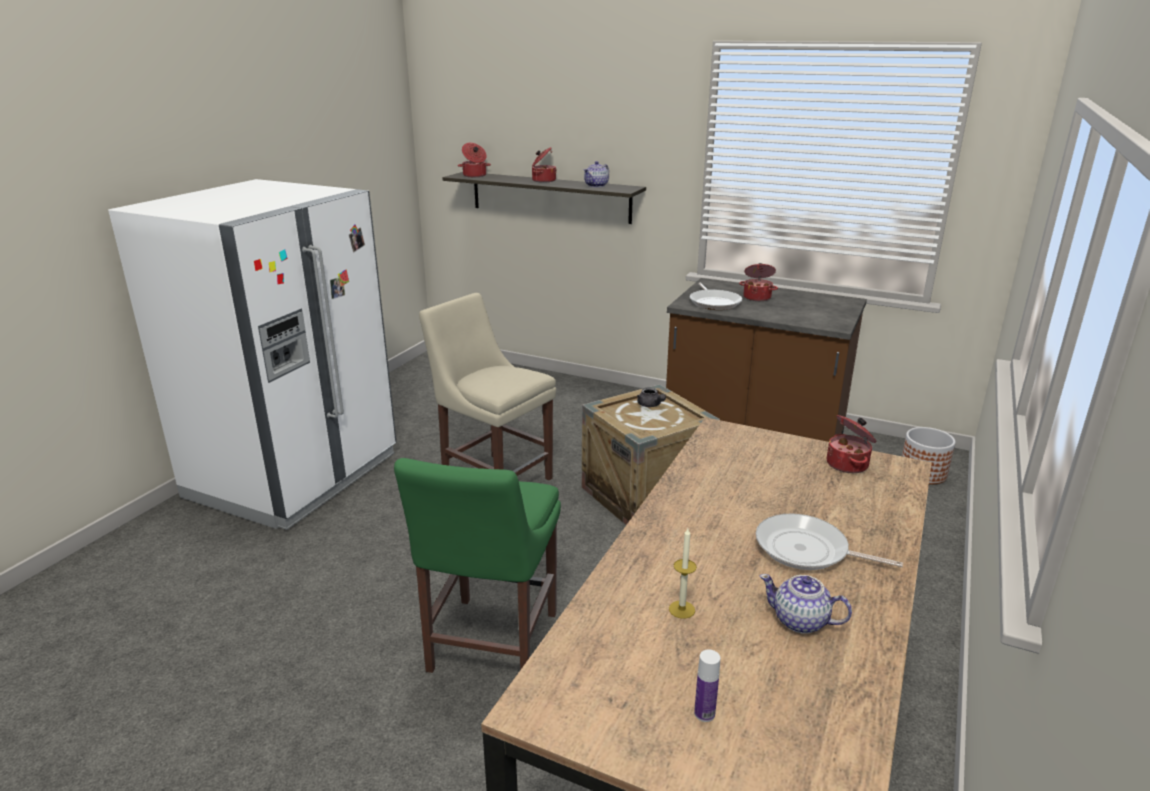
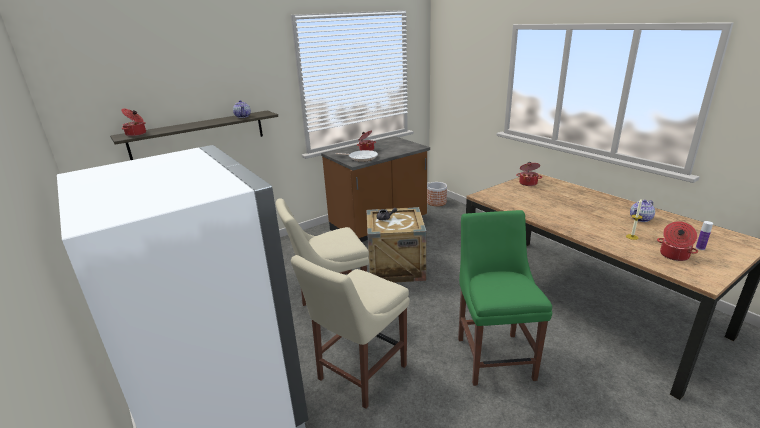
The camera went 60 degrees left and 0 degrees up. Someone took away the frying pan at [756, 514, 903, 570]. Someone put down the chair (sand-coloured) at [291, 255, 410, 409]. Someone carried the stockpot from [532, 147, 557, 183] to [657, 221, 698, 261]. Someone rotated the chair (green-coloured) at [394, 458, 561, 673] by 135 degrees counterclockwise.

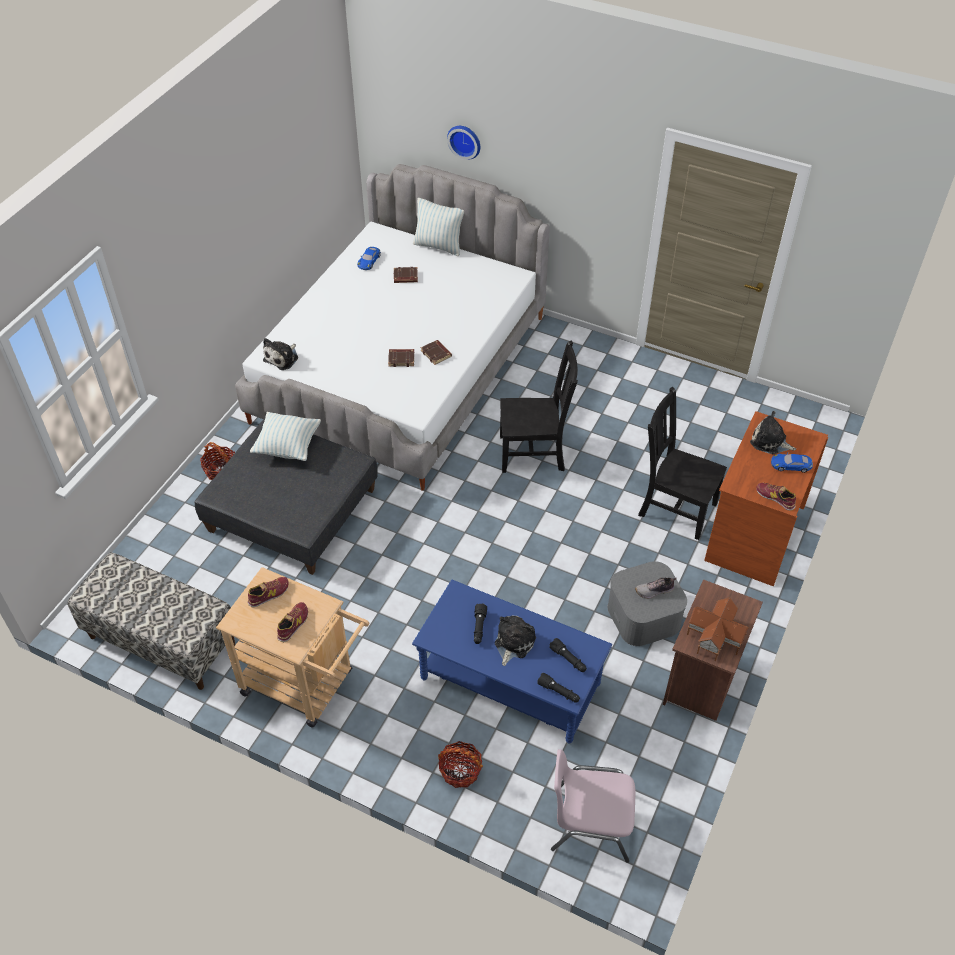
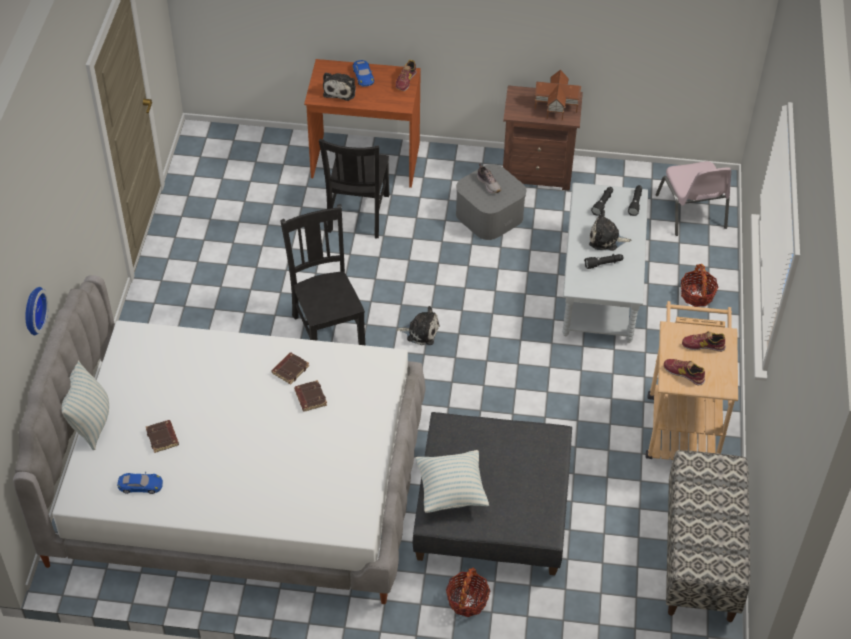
The camera went 110 degrees left and 0 degrees up. Someone carried the plush toy from [263, 338, 298, 370] to [396, 306, 440, 345]. Someone repainted the lounge table (blue) at [412, 580, 612, 744], which became the lounge table (greyish) at [562, 183, 648, 343].

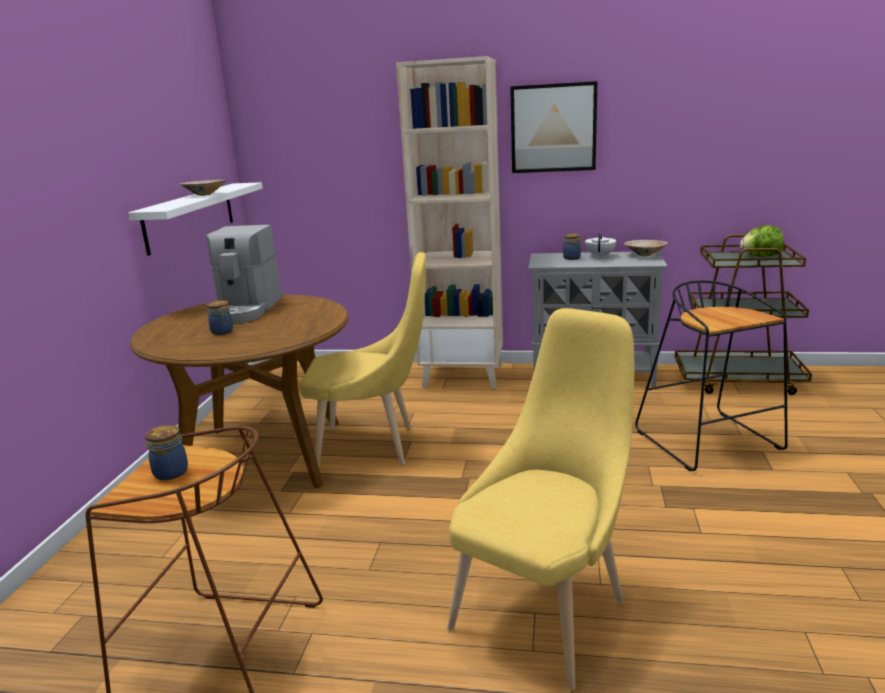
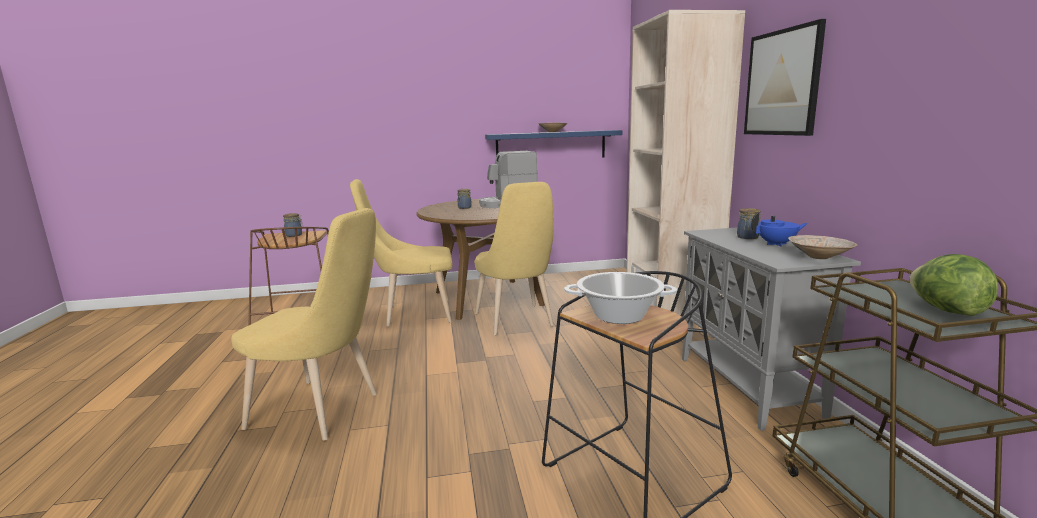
The camera went 70 degrees right and 5 degrees down. Someone put down the chair (yellowish) at [350, 179, 452, 327]. Someone put down the stockpot at [564, 272, 677, 324]. Someone repainted the wall shelf (whitish) at [128, 182, 263, 255], which became the wall shelf (blue) at [485, 130, 622, 157]. Someone repainted the tea pot (whitish) at [585, 233, 616, 258], which became the tea pot (blue) at [751, 211, 808, 247].

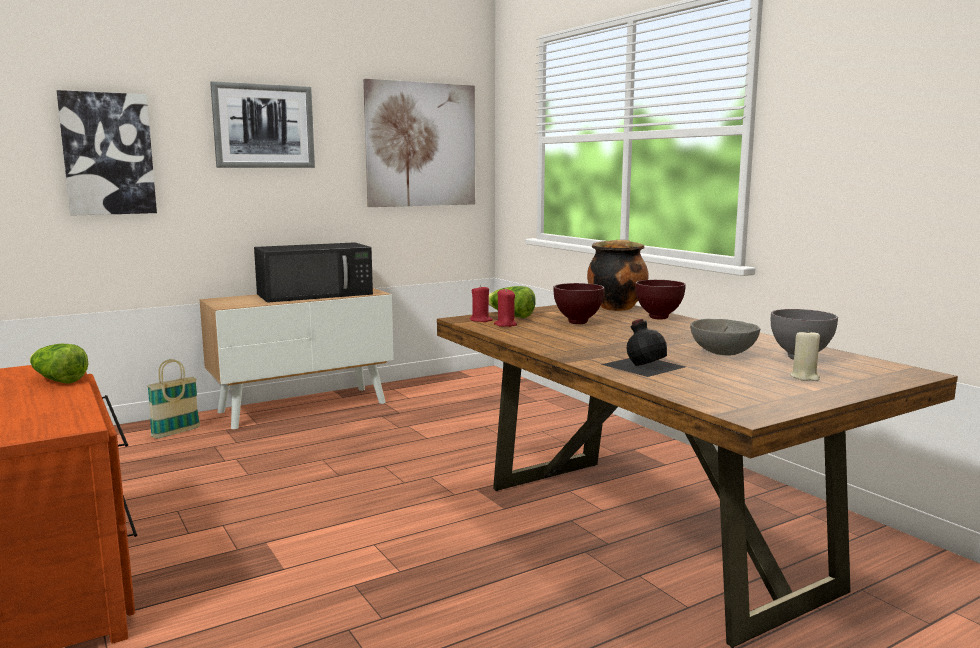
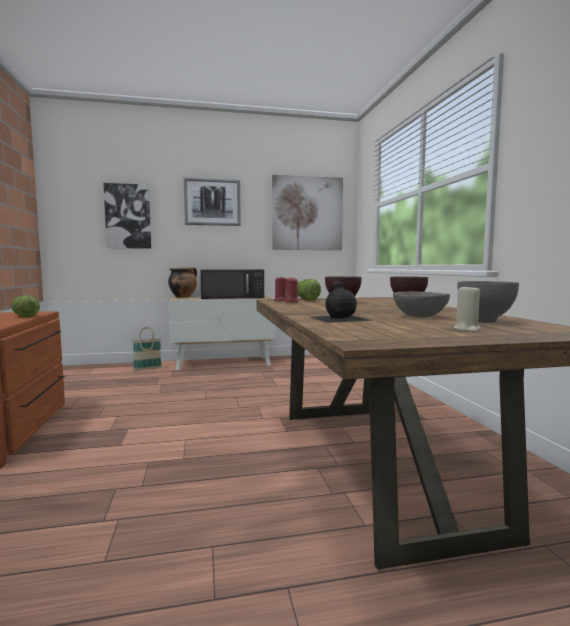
The camera went 20 degrees right and 5 degrees down. Someone carried the stockpot from [587, 240, 648, 311] to [168, 267, 197, 298].

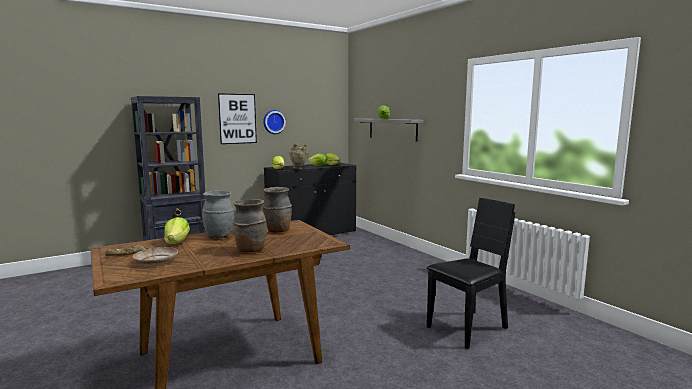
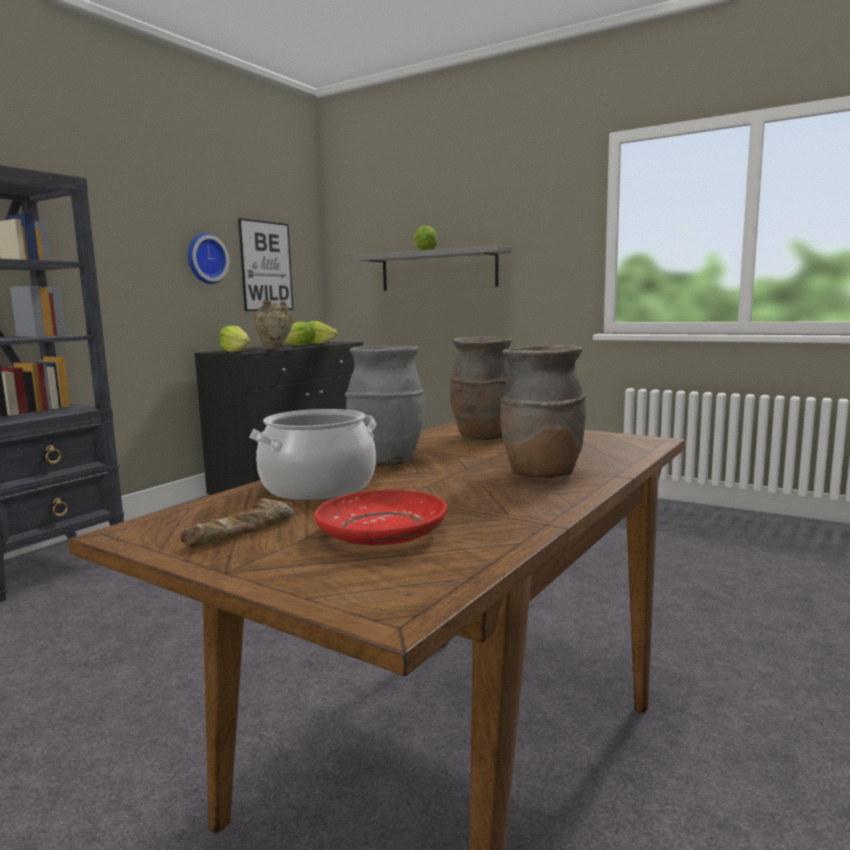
The camera went 25 degrees left and 0 degrees up. Someone took away the chair (black-coloured) at [427, 198, 516, 349]. Someone carried the wall art from [218, 93, 257, 144] to [238, 218, 293, 311]. Someone swapped the lettuce head at [164, 217, 190, 244] for the stockpot at [249, 409, 376, 500]. Someone repainted the plate (sand-coloured) at [132, 247, 178, 265], which became the plate (red-coloured) at [315, 490, 447, 545].

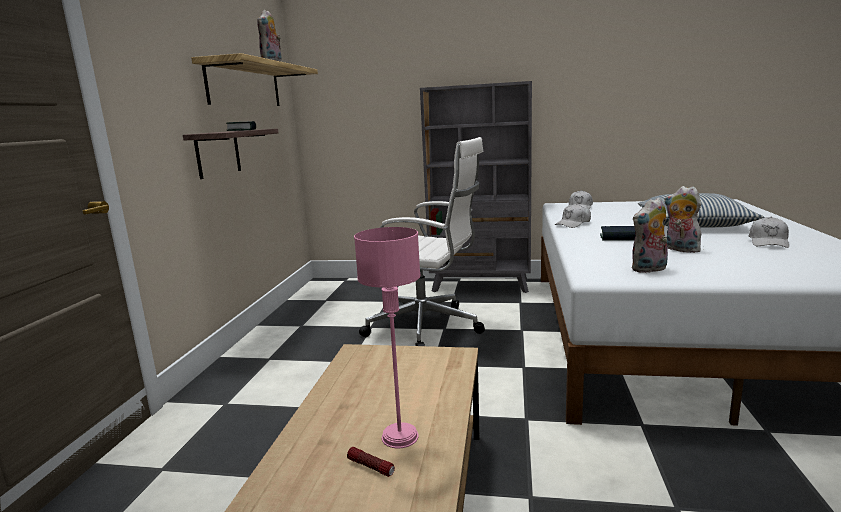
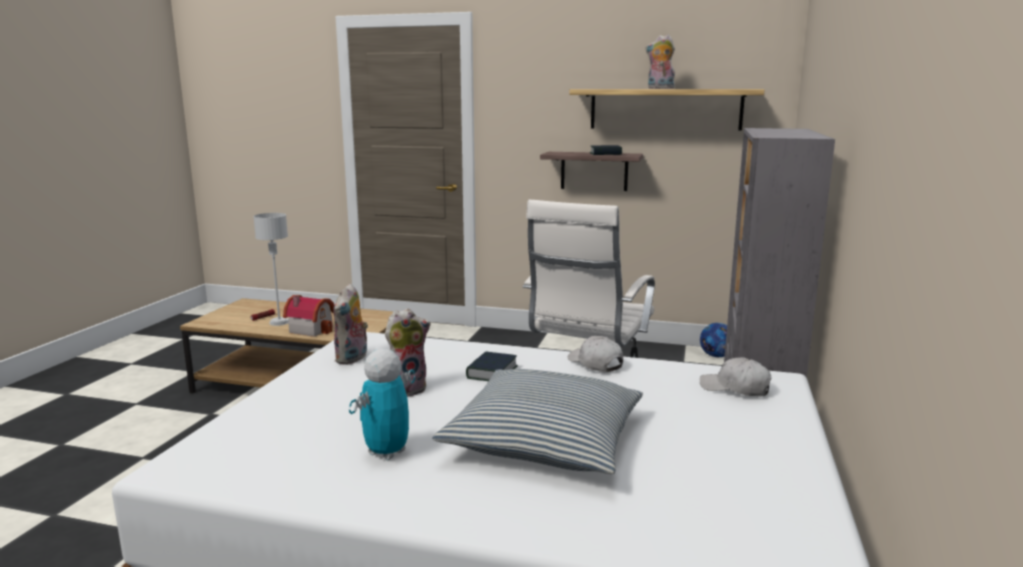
The camera went 95 degrees right and 0 degrees up. Someone put down the toy house at [283, 295, 334, 337]. Someone put down the ball for football at [700, 323, 727, 357]. Someone swapped the peaked cap (whitish) at [749, 217, 789, 248] for the toy robot at [349, 349, 415, 461]. Someone repainted the table lamp (pinkish) at [354, 227, 421, 448], which became the table lamp (greyish) at [253, 213, 289, 326]. Someone rotated the plush toy at [632, 198, 668, 273] by 150 degrees counterclockwise.

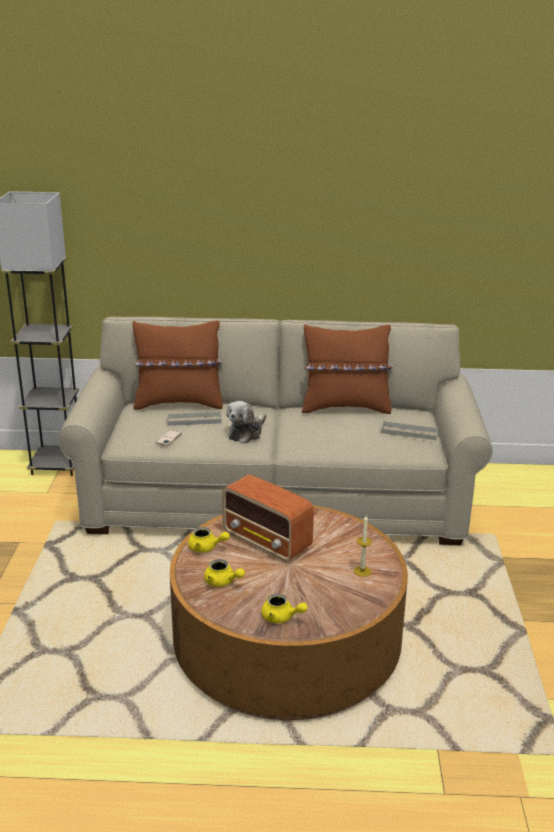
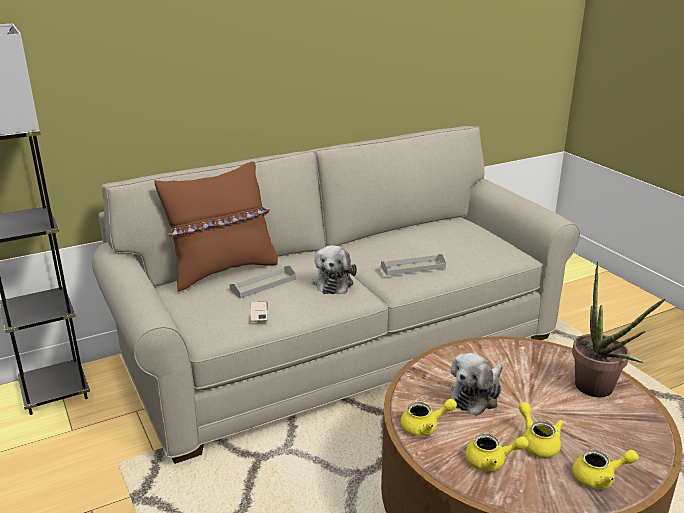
The camera went 30 degrees left and 0 degrees up. Someone took away the pillow (brown-coloured) at [302, 324, 393, 414]. Someone put down the tea pot (yellowish) at [519, 402, 564, 458]. Someone carried the tray (greyish) from [381, 421, 438, 440] to [381, 254, 446, 276]. Someone swapped the radio receiver at [222, 474, 314, 562] for the plush toy at [451, 353, 503, 416]. Someone swapped the wax light at [354, 516, 372, 577] for the houseplant at [572, 261, 666, 397].

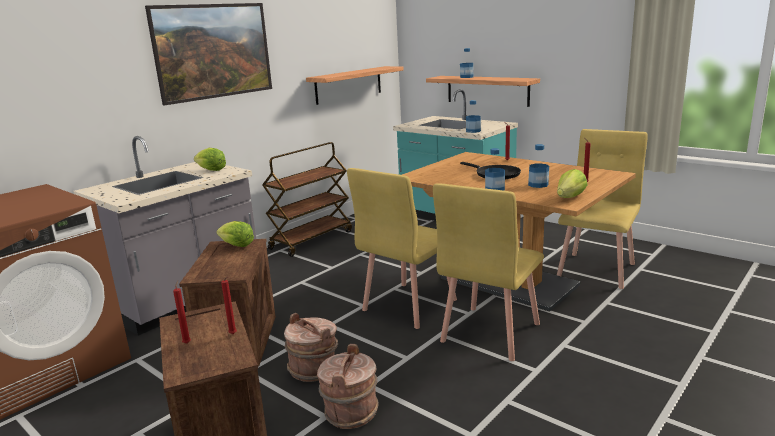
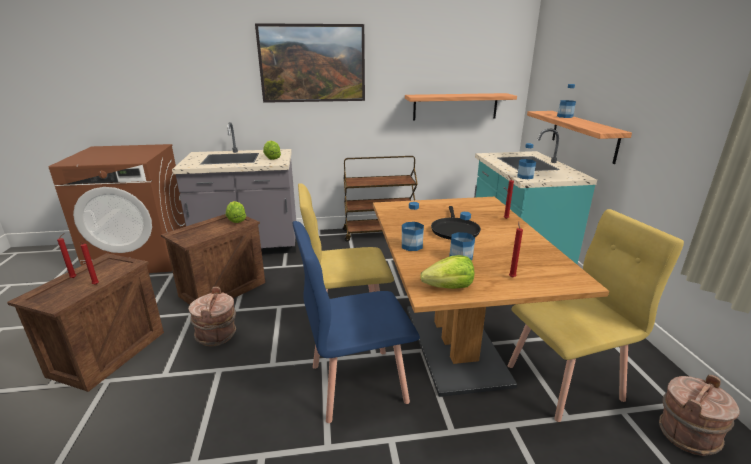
The camera went 40 degrees right and 5 degrees up. Someone carried the pail (brown-coloured) from [317, 344, 379, 429] to [659, 375, 740, 456]. Someone repainted the chair (yellowish) at [433, 183, 544, 361], which became the chair (blue) at [292, 221, 420, 423].

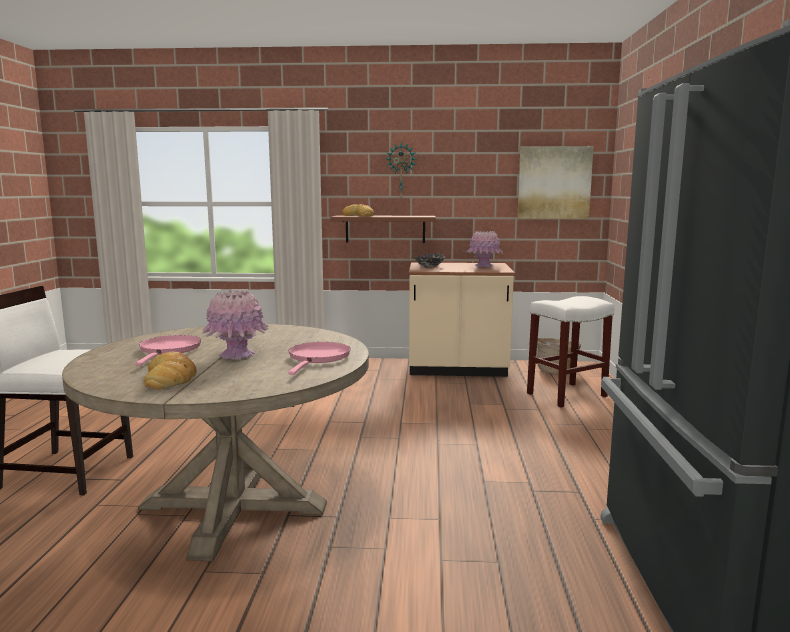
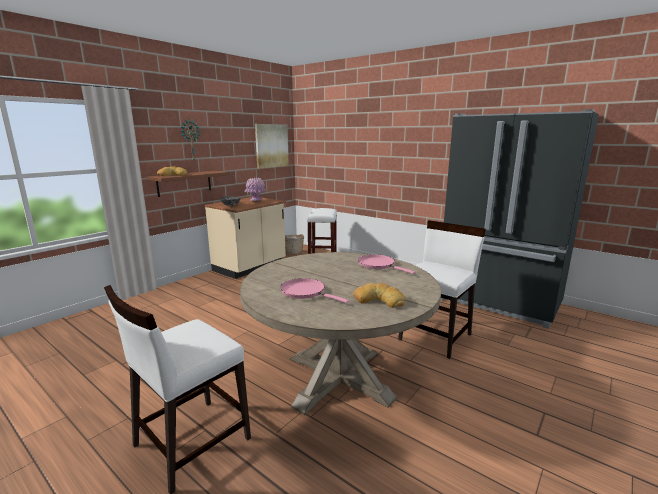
The camera went 55 degrees left and 5 degrees up. Someone took away the decorative vase (pinkish) at [202, 290, 269, 360]. Someone put down the chair (whitish) at [398, 220, 486, 359].

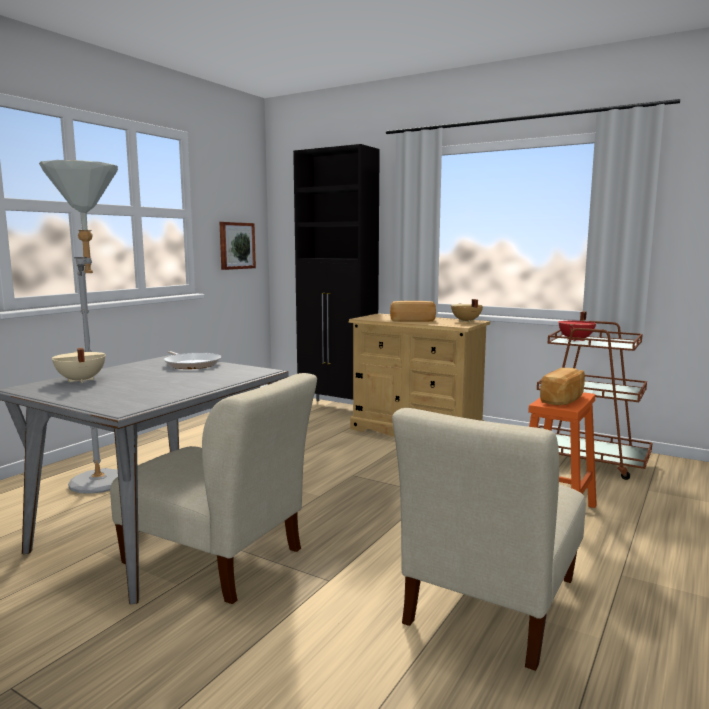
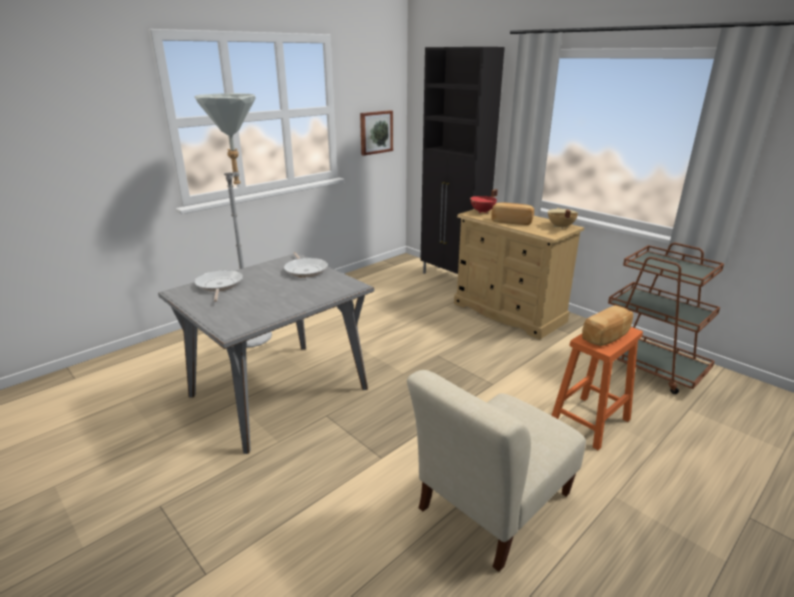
The camera went 15 degrees right and 15 degrees up. Someone took away the chair (sand-coloured) at [110, 373, 317, 604]. Someone carried the stockpot (red-coloured) from [558, 311, 596, 341] to [470, 189, 498, 213]. Someone swapped the stockpot (sand-coloured) at [51, 348, 106, 383] for the frying pan at [194, 270, 243, 302].

